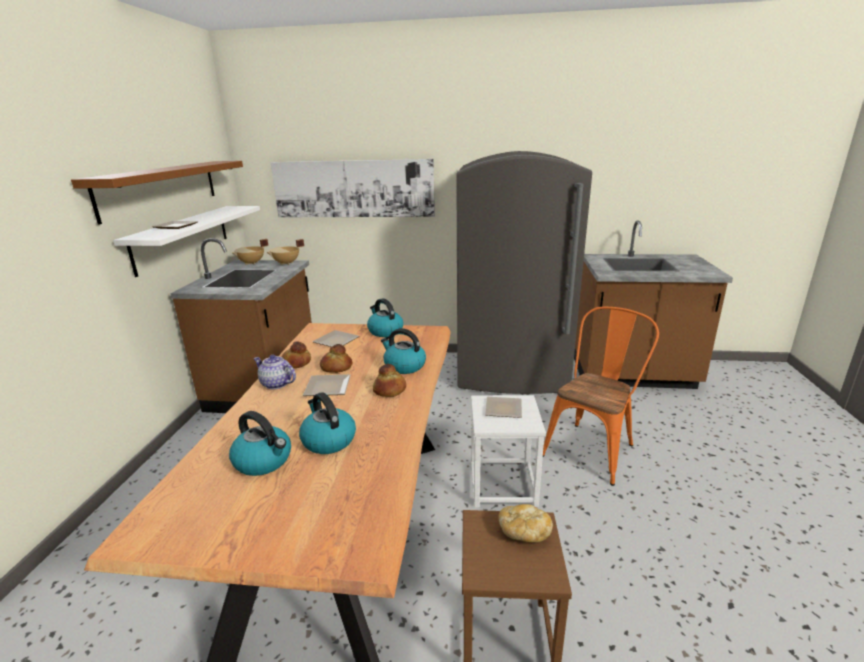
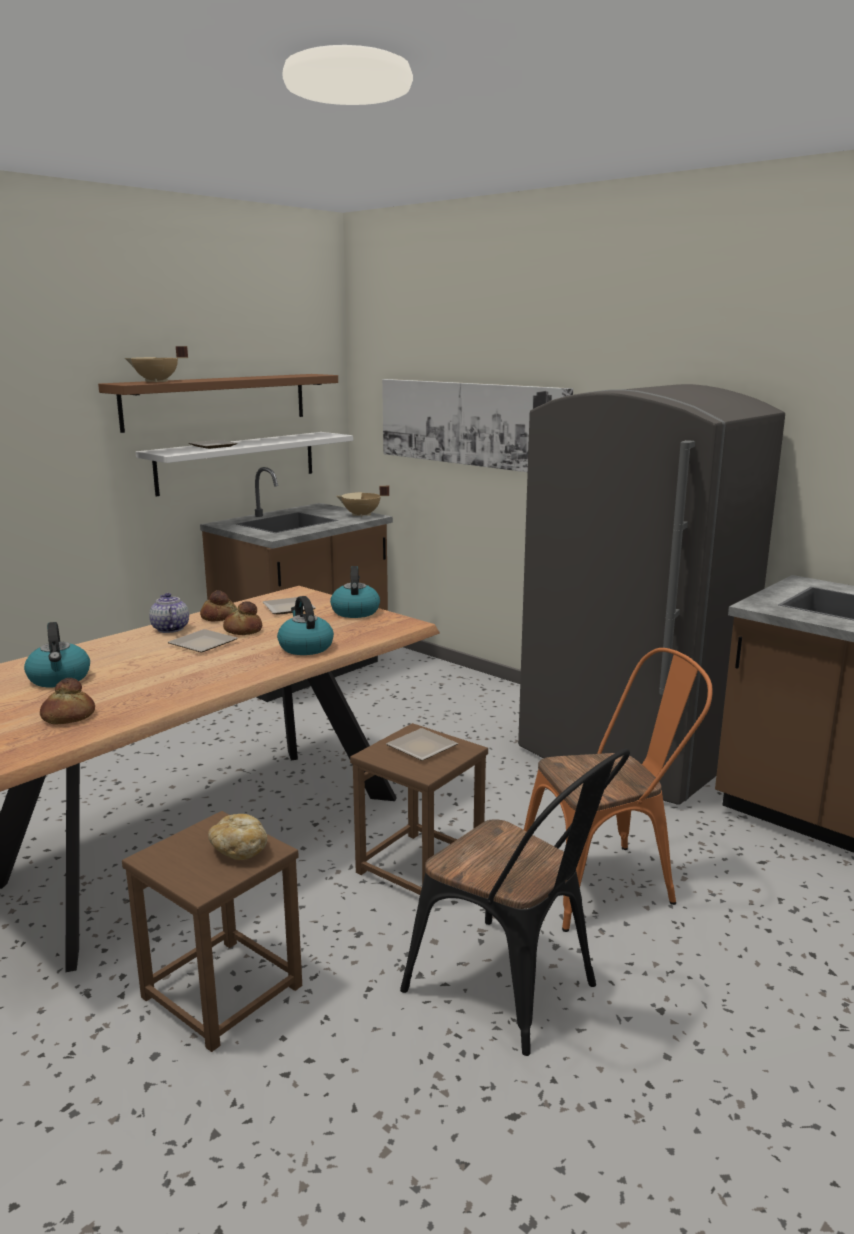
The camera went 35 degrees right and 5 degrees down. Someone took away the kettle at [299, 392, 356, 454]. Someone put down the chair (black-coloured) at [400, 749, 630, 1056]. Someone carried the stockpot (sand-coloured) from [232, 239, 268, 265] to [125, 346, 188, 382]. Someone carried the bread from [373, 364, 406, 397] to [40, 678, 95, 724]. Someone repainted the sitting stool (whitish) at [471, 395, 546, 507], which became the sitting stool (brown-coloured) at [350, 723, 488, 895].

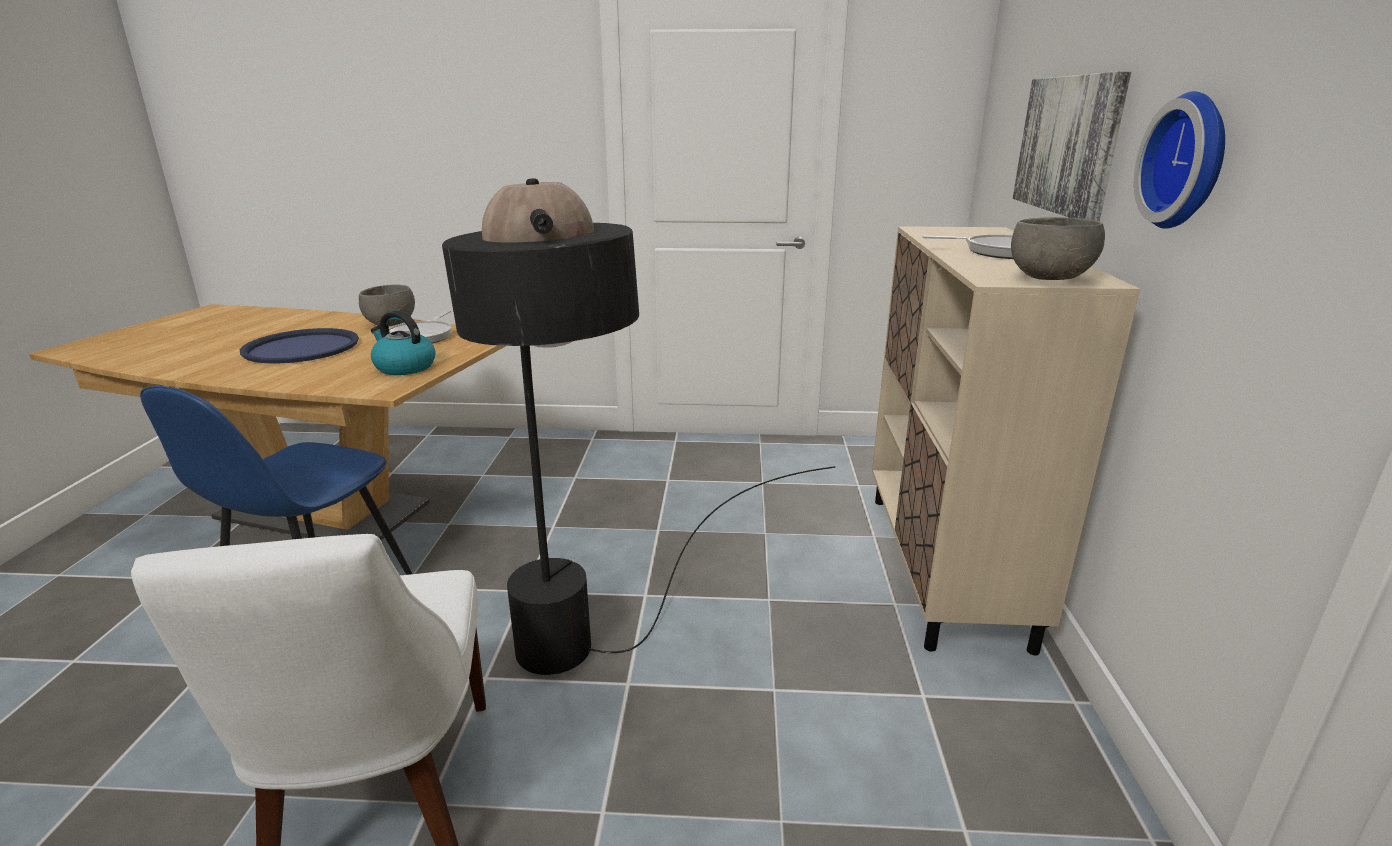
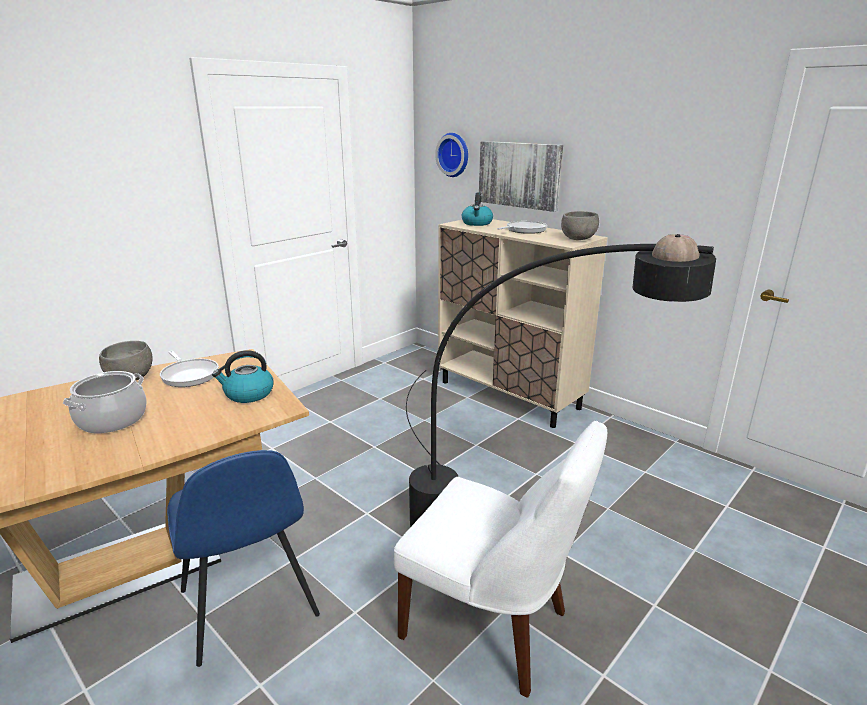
The camera went 50 degrees left and 0 degrees up. Someone put down the kettle at [462, 192, 493, 226]. Someone carried the hanging clock from [1134, 91, 1225, 229] to [435, 133, 468, 177]. Someone swapped the tray (blue) at [240, 328, 359, 364] for the stockpot at [63, 371, 146, 433].

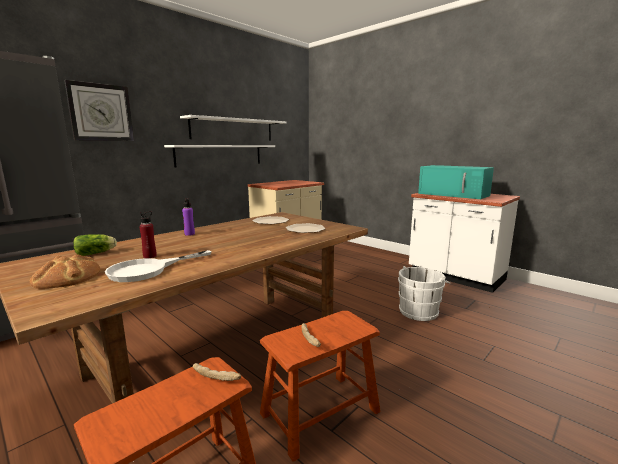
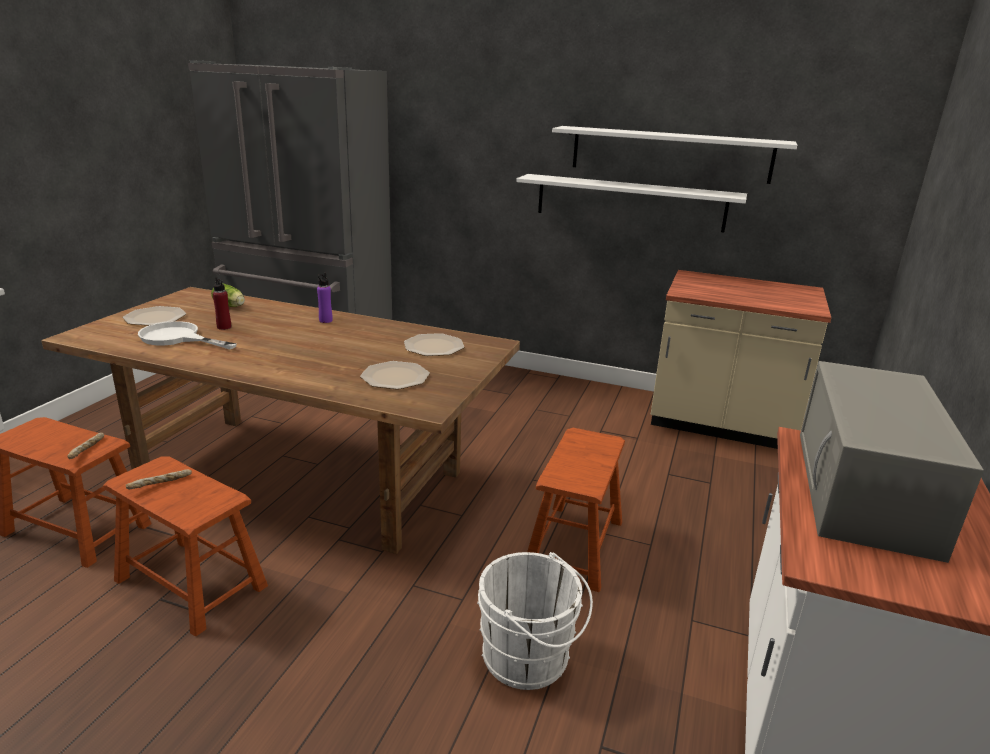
The camera went 65 degrees right and 10 degrees up. Someone took away the hanging clock at [64, 80, 134, 141]. Someone put down the sitting stool (brown-coloured) at [527, 428, 625, 592]. Someone swapped the bread at [30, 254, 100, 289] for the plate at [122, 306, 186, 326]. Someone repainted the microwave (turquoise-coloured) at [418, 165, 494, 199], which became the microwave (greyish) at [800, 361, 984, 563].

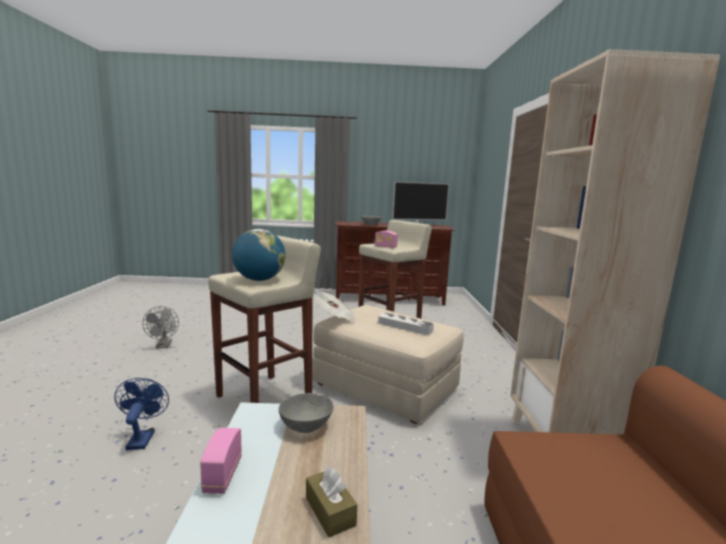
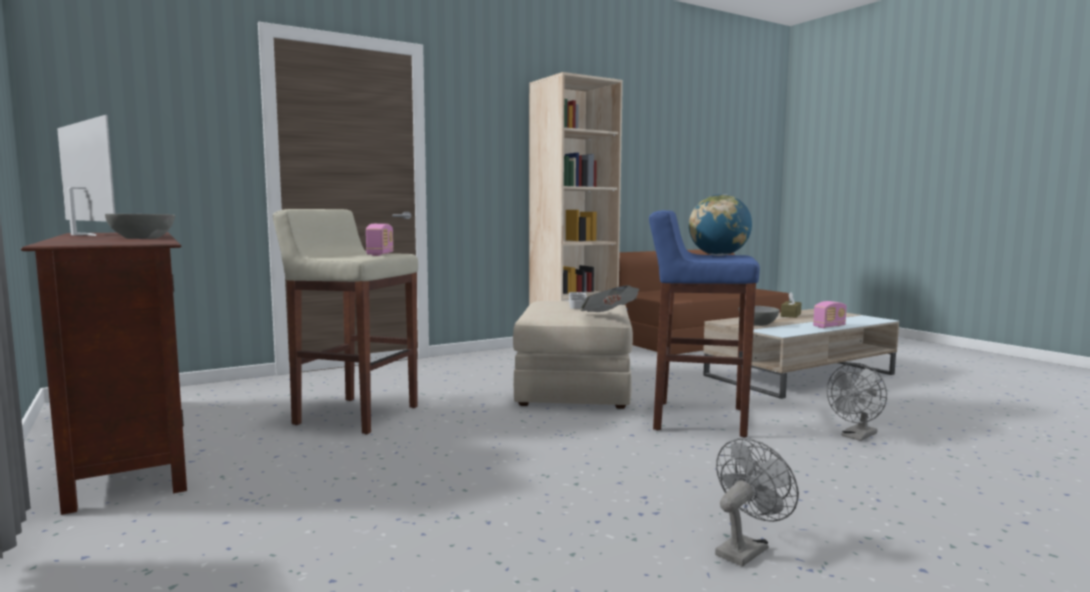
The camera went 120 degrees left and 5 degrees down. Someone repainted the electric fan (blue) at [114, 378, 169, 450], which became the electric fan (greyish) at [827, 363, 887, 441]. Someone repainted the sitting stool (sand-coloured) at [208, 235, 321, 403], which became the sitting stool (blue) at [649, 210, 760, 437].

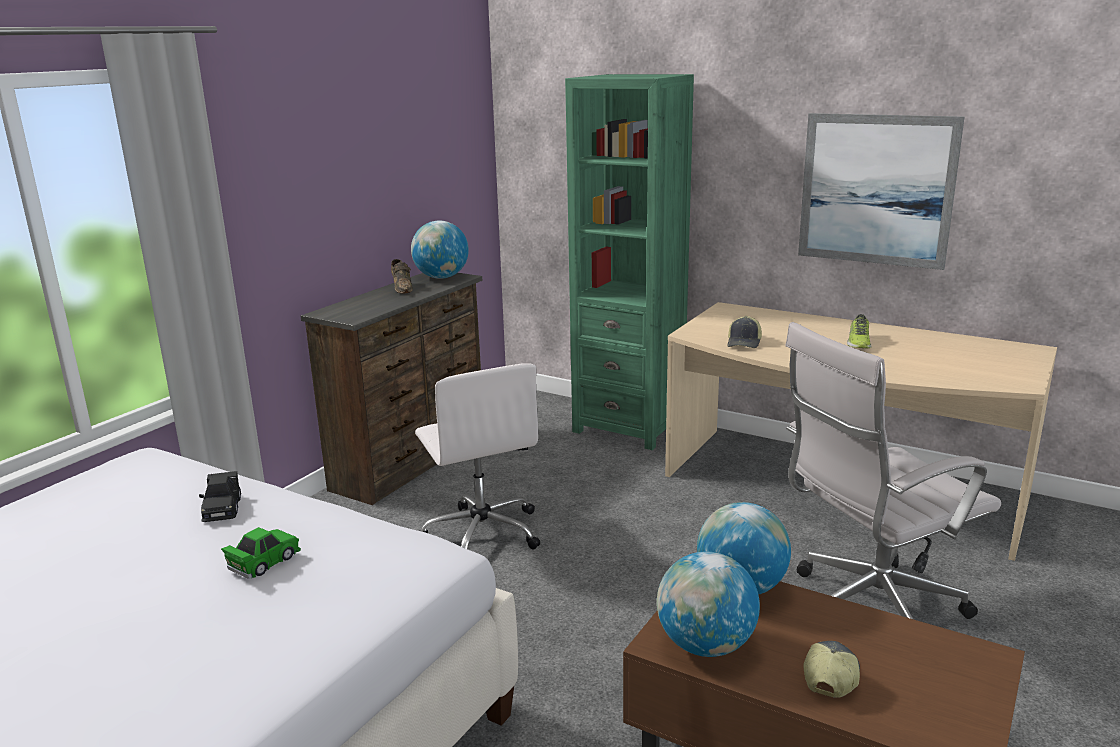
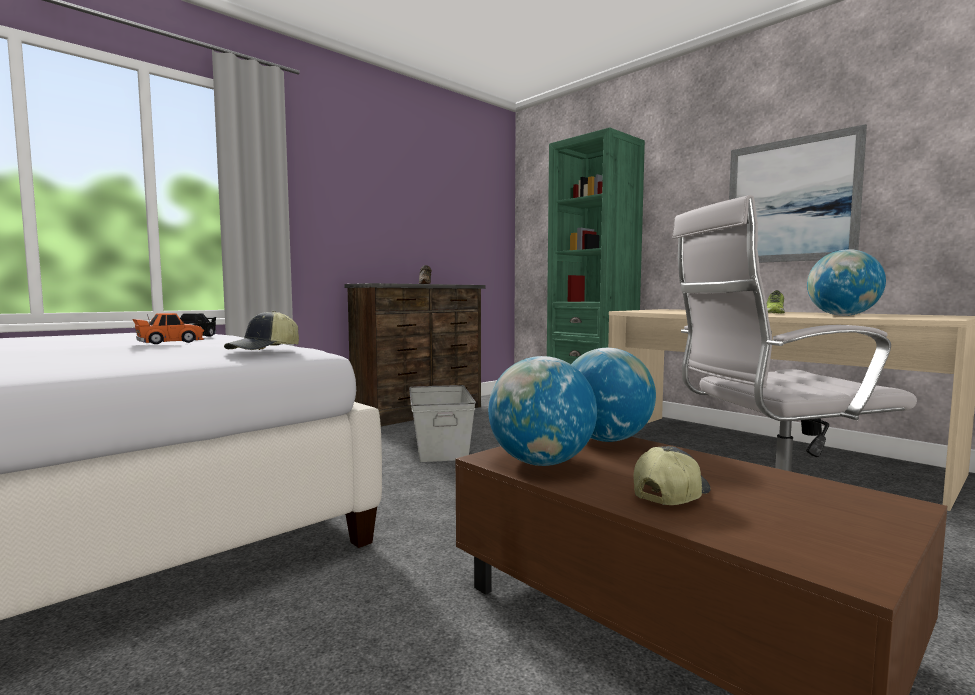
The camera went 15 degrees right and 15 degrees down. Someone carried the world globe from [411, 221, 469, 279] to [807, 249, 886, 316]. Someone carried the peaked cap from [728, 316, 762, 348] to [224, 311, 299, 350]. Someone swapped the desk chair (whitish) at [415, 363, 540, 549] for the storage box (greyish) at [409, 385, 476, 462]. Someone repainted the toy car (green-coloured) at [221, 527, 301, 579], which became the toy car (orangey) at [133, 313, 205, 344].

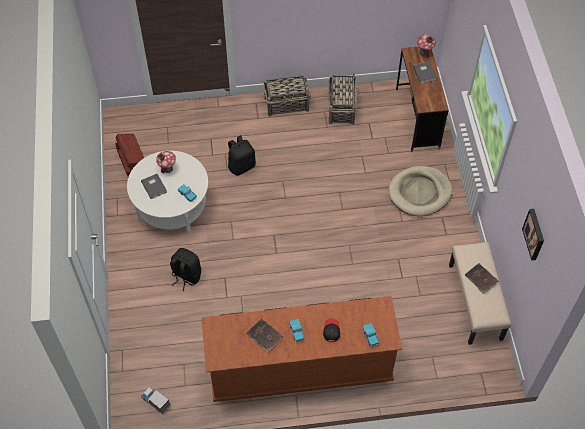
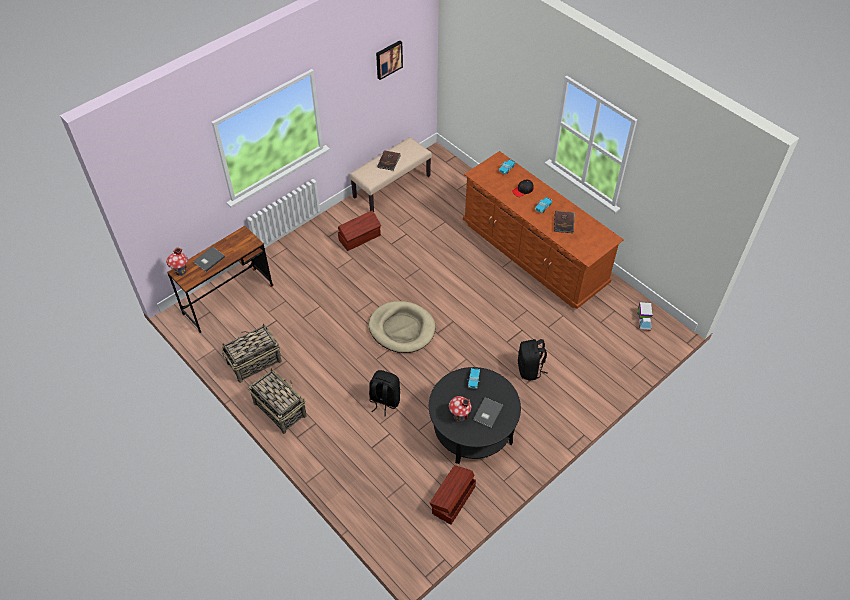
The camera went 125 degrees left and 5 degrees down. Someone put down the storage box (brown-coloured) at [338, 210, 381, 251]. Someone carried the dog cushion (sand-coloured) from [388, 166, 452, 216] to [369, 301, 435, 353]. Someone repainted the lounge table (whitish) at [127, 151, 208, 233], which became the lounge table (black-coloured) at [429, 367, 521, 464].

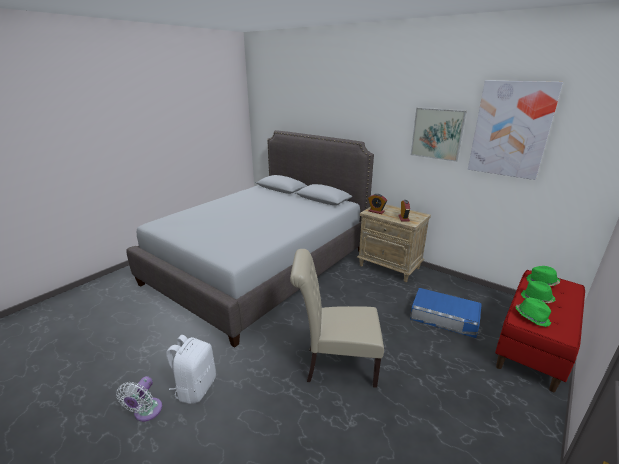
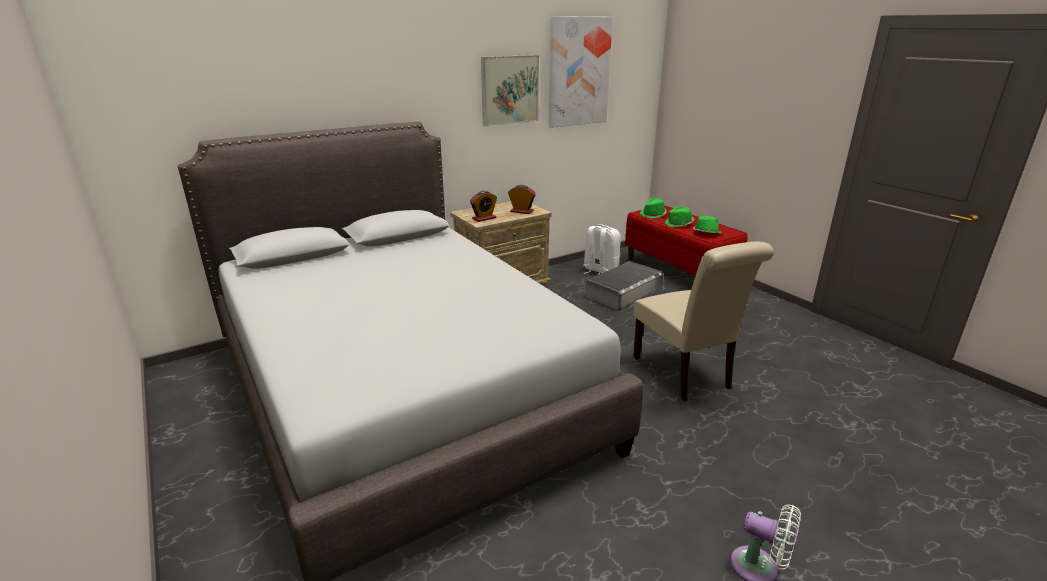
The camera went 70 degrees left and 0 degrees up. Someone carried the backpack (whitish) from [166, 335, 216, 404] to [584, 224, 621, 275]. Someone repainted the storage box (blue) at [410, 288, 482, 338], which became the storage box (greyish) at [585, 261, 663, 311]. Someone rotated the chair (sand-coloured) at [290, 249, 384, 388] by 45 degrees counterclockwise.

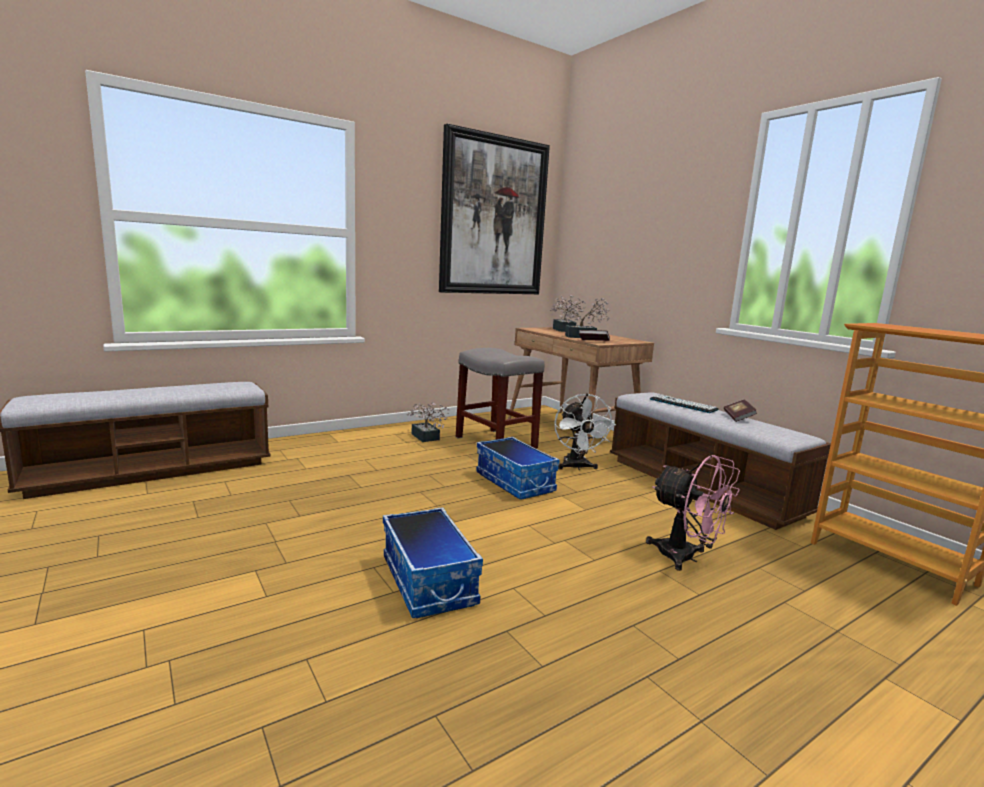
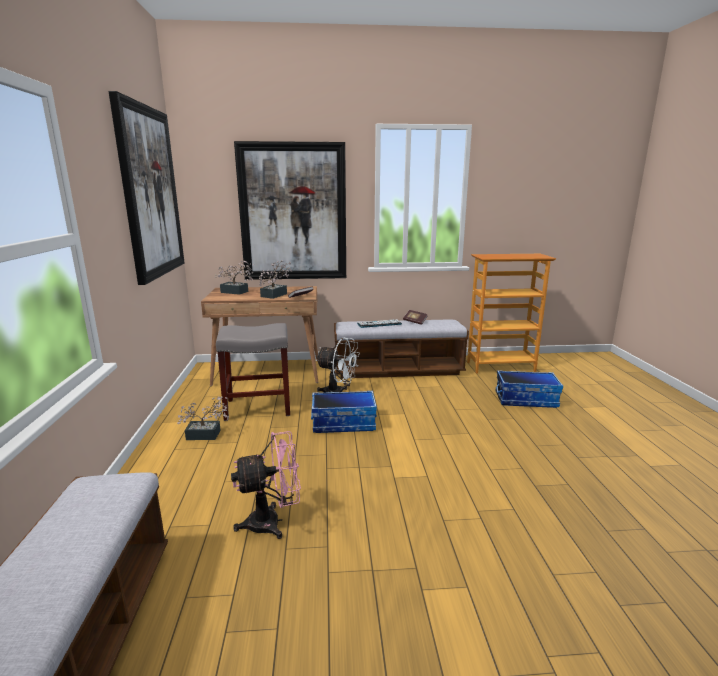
The camera went 60 degrees left and 5 degrees up. Someone put up the wall art at [234, 141, 346, 280]. Someone carried the storage box from [383, 507, 483, 618] to [495, 370, 563, 408]. Someone carried the electric fan (pinkish) from [646, 455, 740, 571] to [231, 431, 301, 539].

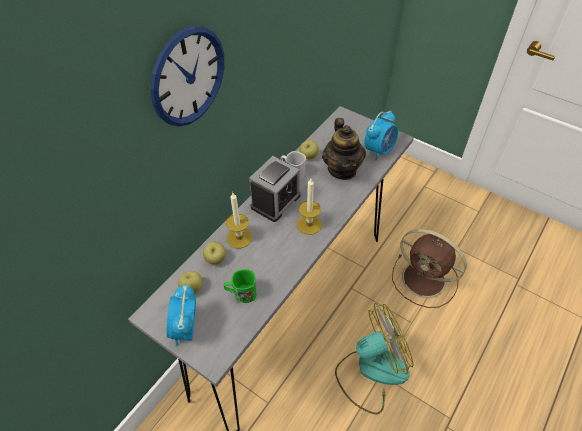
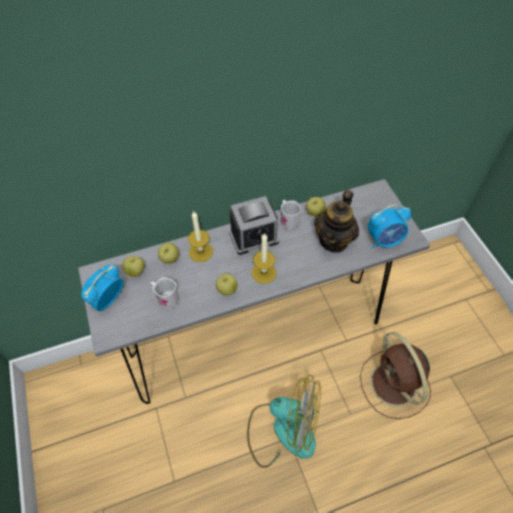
The camera went 35 degrees right and 5 degrees up. Someone took away the hanging clock at [150, 26, 224, 127]. Someone put down the whole apple at [216, 274, 237, 296]. Someone repainted the tea mug (green-coloured) at [224, 269, 257, 303], which became the tea mug (whitish) at [150, 277, 180, 309].

